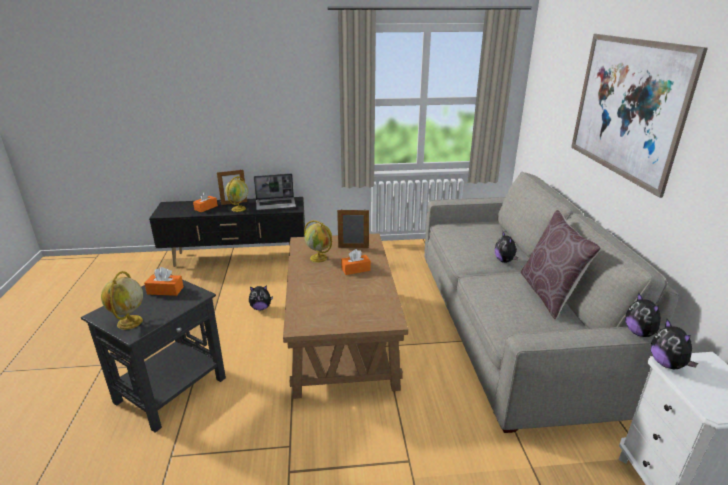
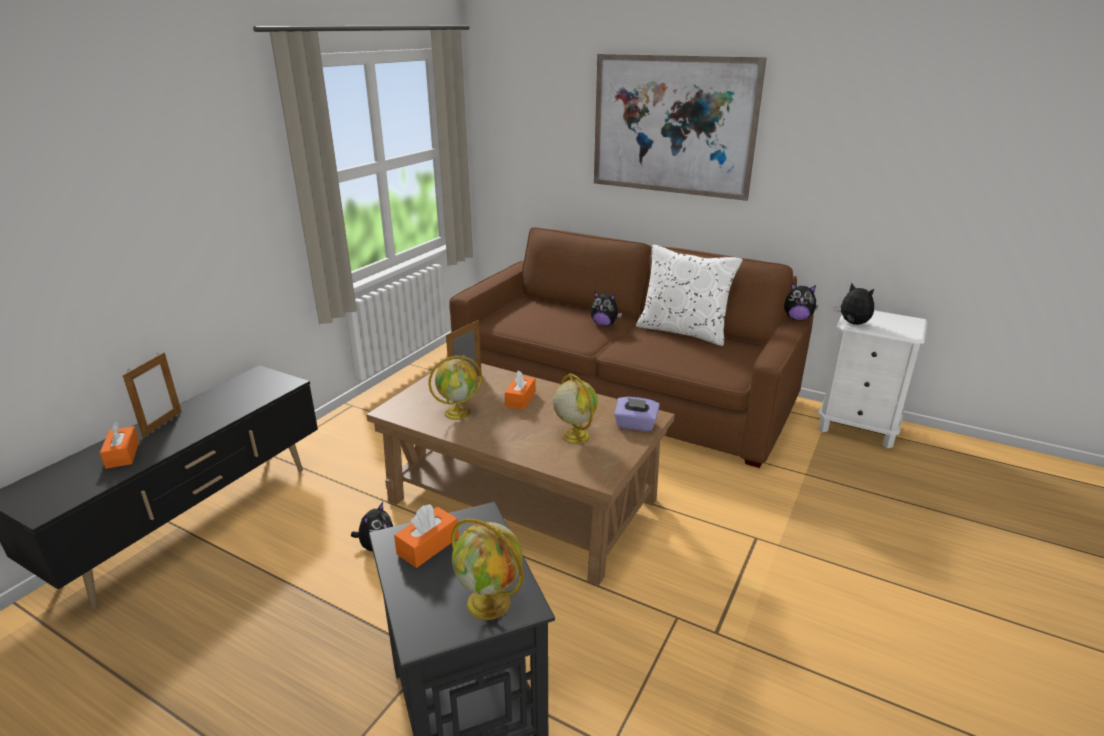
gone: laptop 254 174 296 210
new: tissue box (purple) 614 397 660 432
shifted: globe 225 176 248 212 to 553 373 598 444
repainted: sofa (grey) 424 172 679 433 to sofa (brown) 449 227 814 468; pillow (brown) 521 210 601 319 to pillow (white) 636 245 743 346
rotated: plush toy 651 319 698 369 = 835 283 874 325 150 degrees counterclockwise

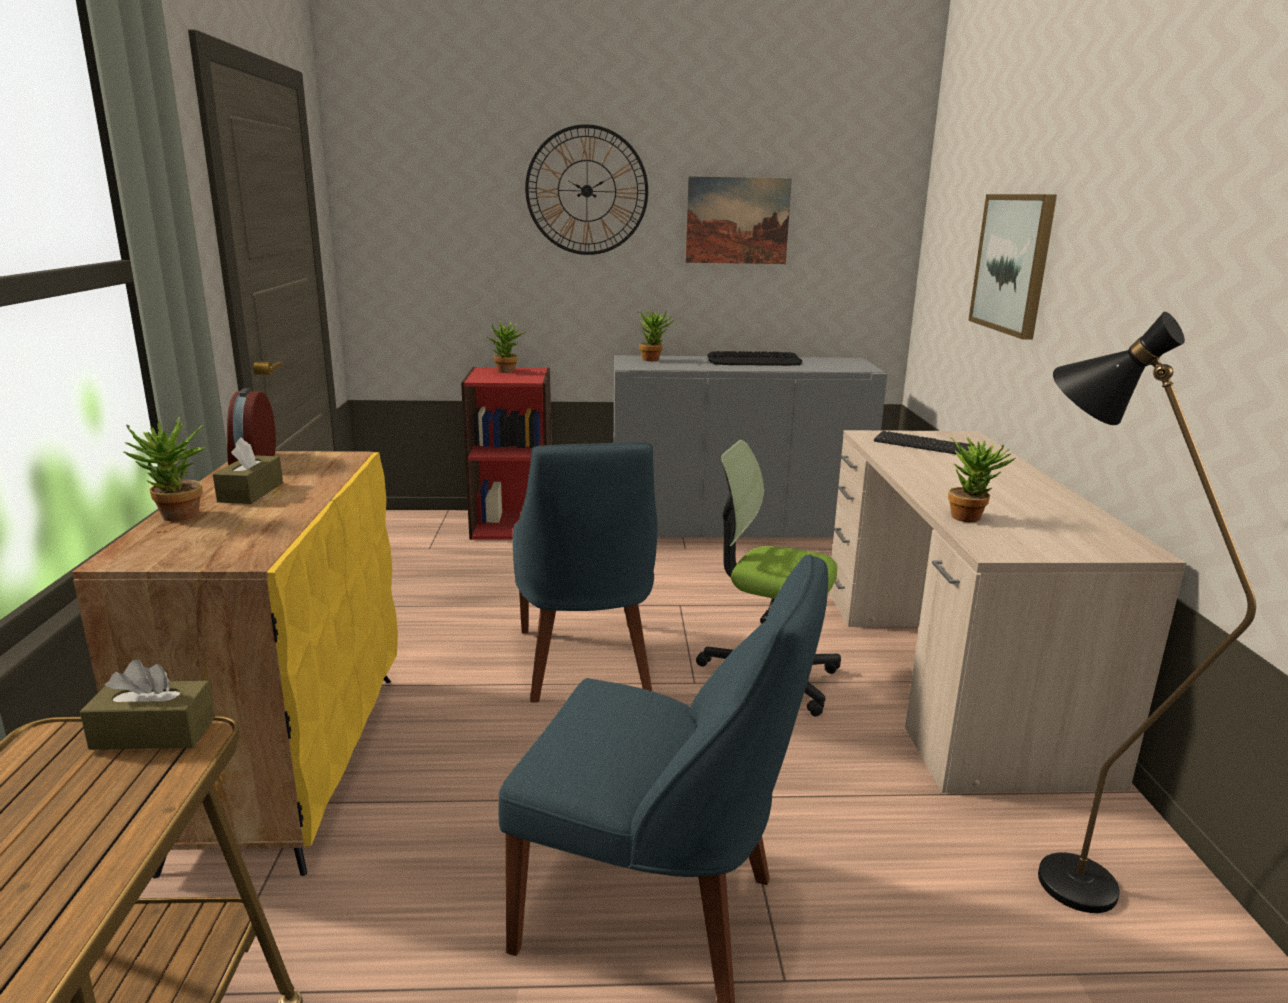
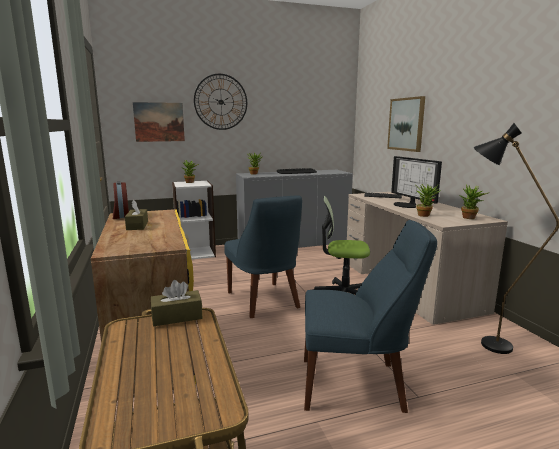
new: monitor 391 156 442 208
shifted: picture 685 176 792 264 to 133 102 185 142; potted plant 123 417 206 522 to 460 185 488 219
repainted: bookcase (red) 461 367 552 540 to bookcase (white) 172 180 216 259

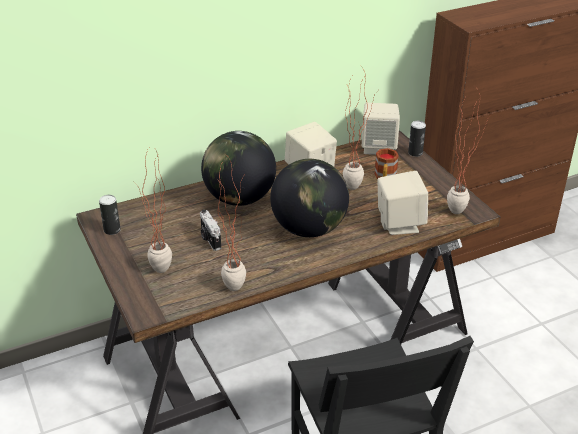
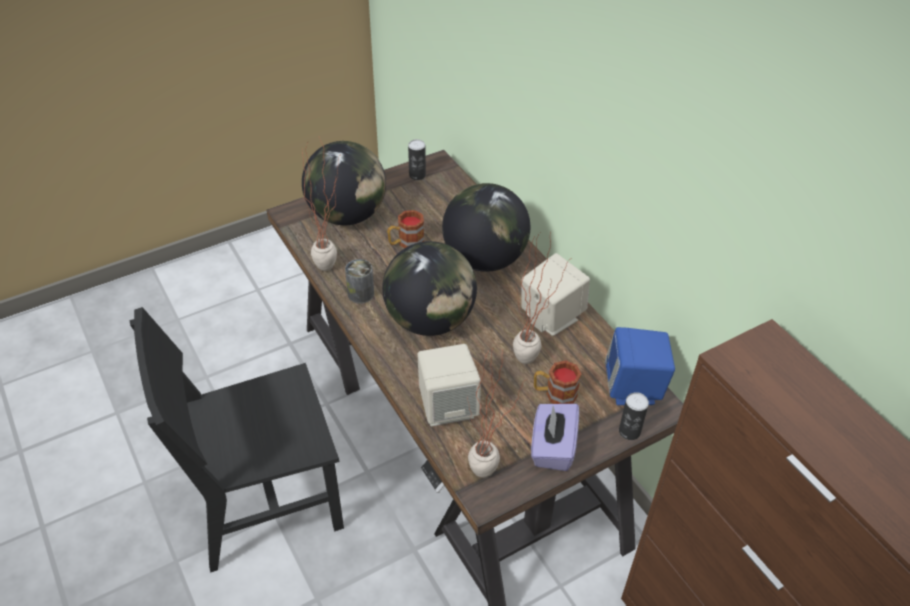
new: can 345 259 374 304; tissue box (purple) 531 404 579 471
swapped: potted plant 133 148 172 273 to globe 302 141 386 225; photo camera 200 210 221 251 to mug 387 210 424 248
repainted: speaker (beige) 362 103 400 155 to speaker (blue) 605 327 675 405

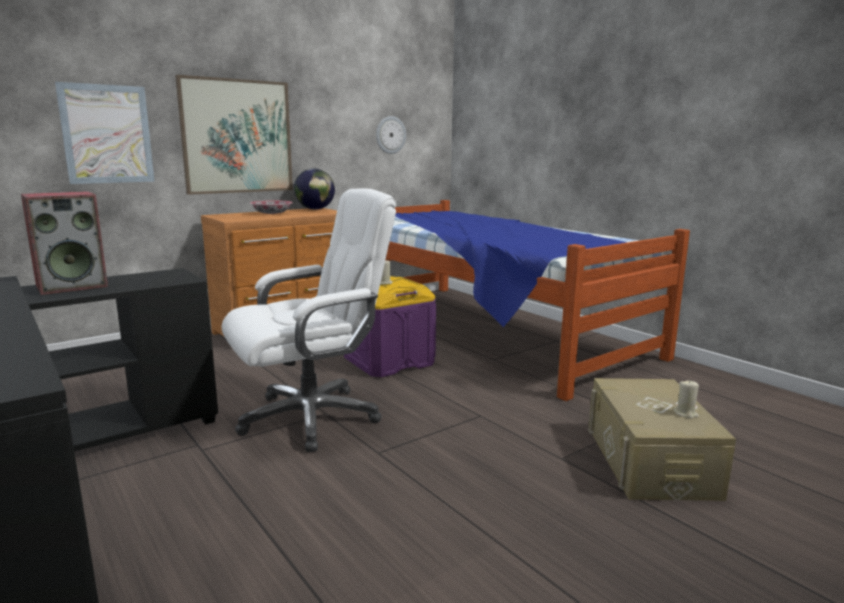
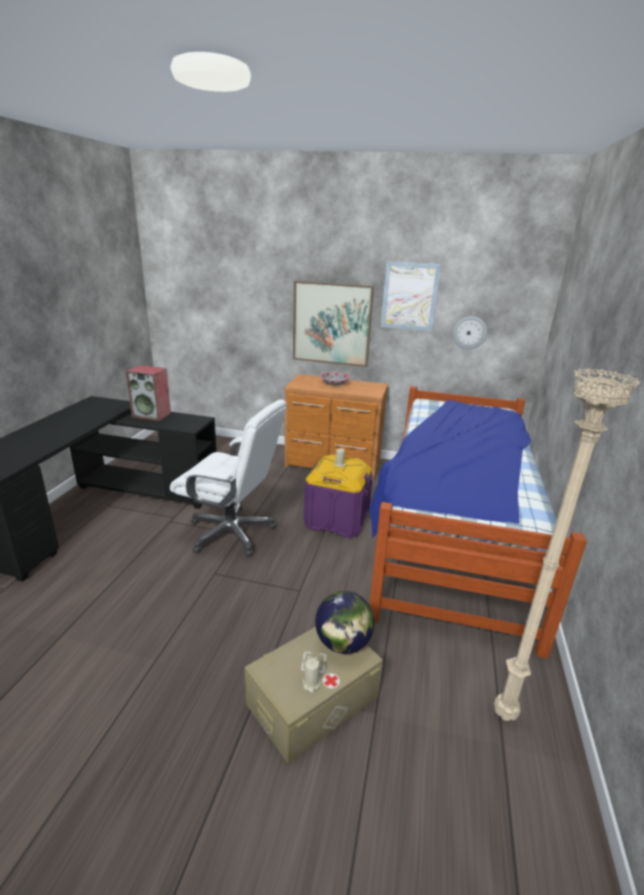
new: floor lamp (beige) 494 368 641 721
shifted: picture 55 82 155 184 to 381 261 441 331; globe 294 168 335 210 to 315 591 375 654

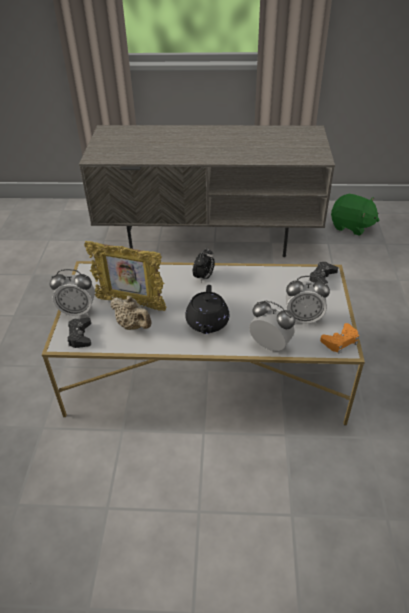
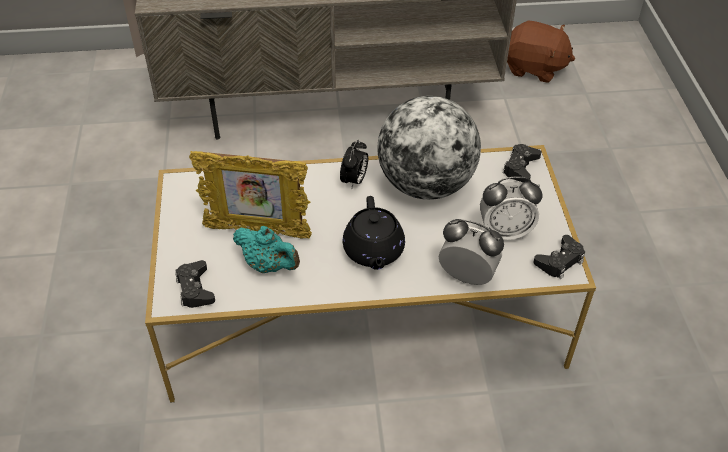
gone: alarm clock 50 269 95 316
new: globe 377 96 481 200
repainted: plush toy (green) 331 194 380 236 to plush toy (brown) 507 20 575 83; teapot (beige) 110 296 152 330 to teapot (turquoise) 233 226 300 273; game controller (orange) 320 323 359 354 to game controller (black) 533 235 585 279

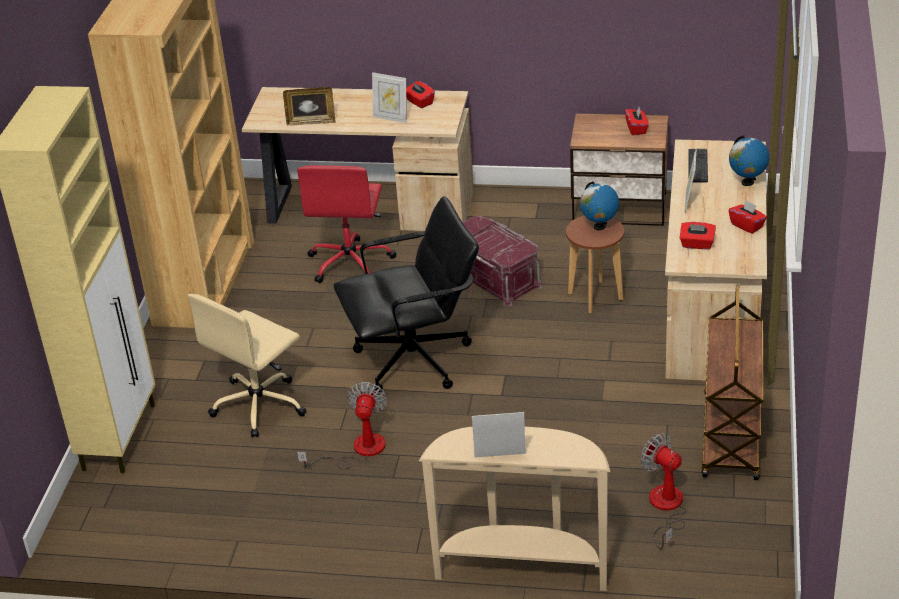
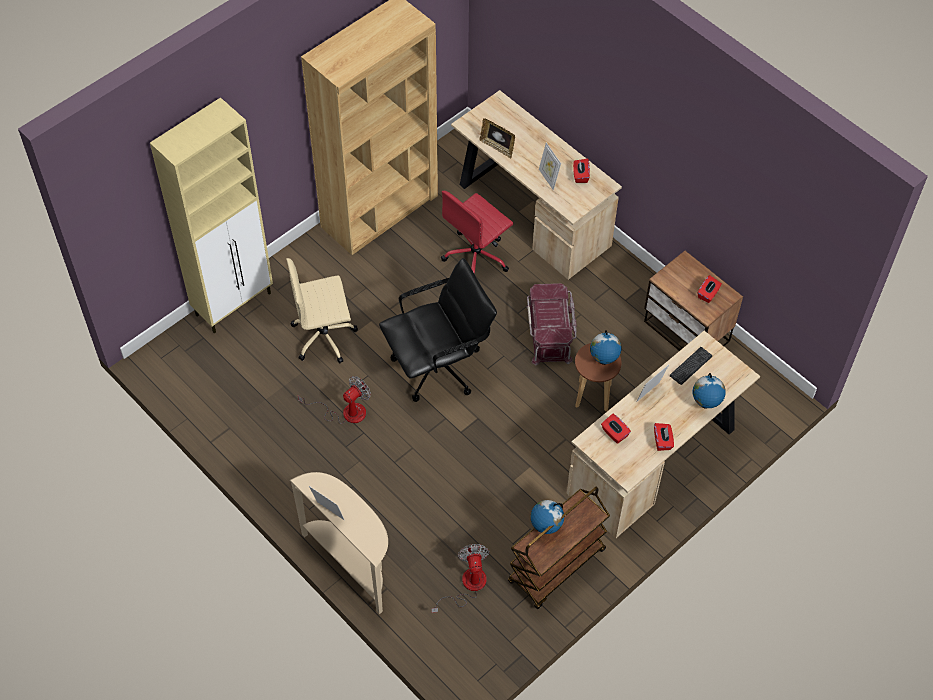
new: globe 530 500 564 534
rotated: office chair (black) 333 196 479 393 = 379 258 497 402 45 degrees counterclockwise

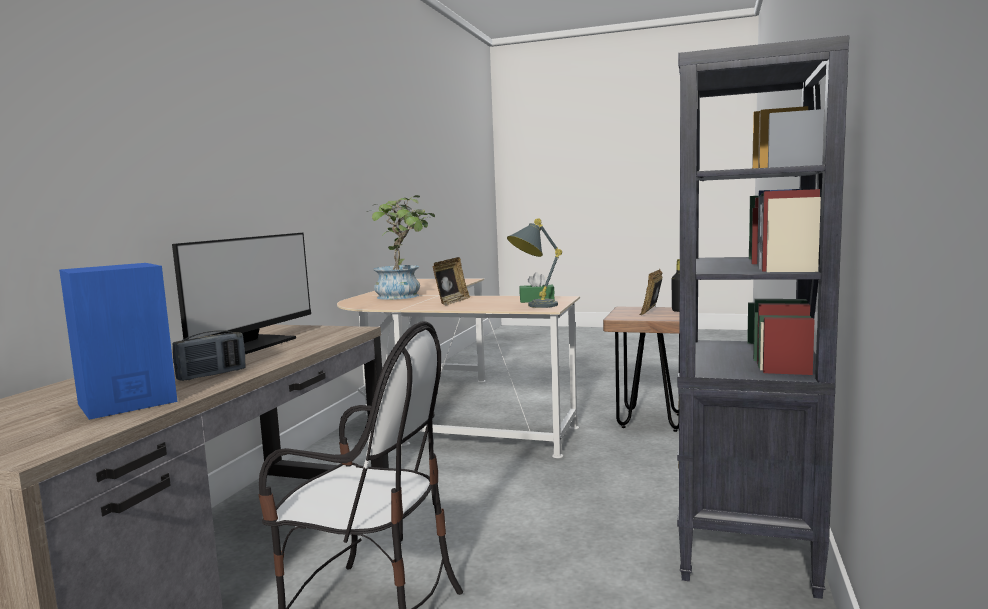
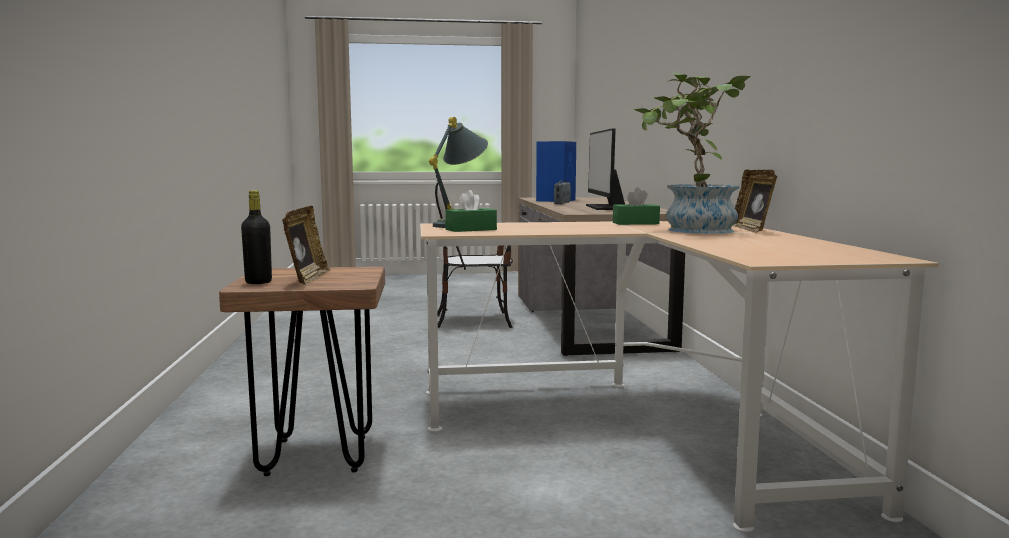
gone: bookcase (black) 677 35 849 599
new: tissue box (green) 613 187 660 225
shifted: picture frame 433 257 470 305 to 733 170 777 233

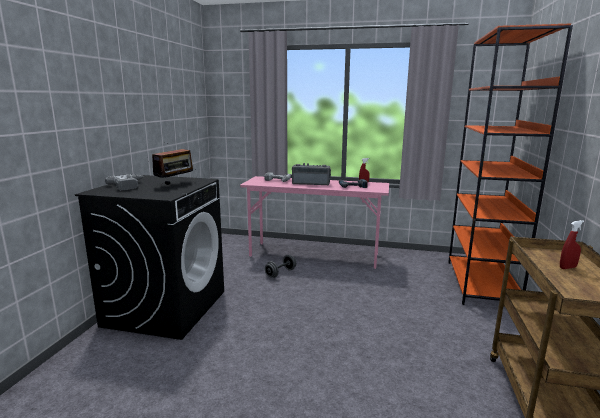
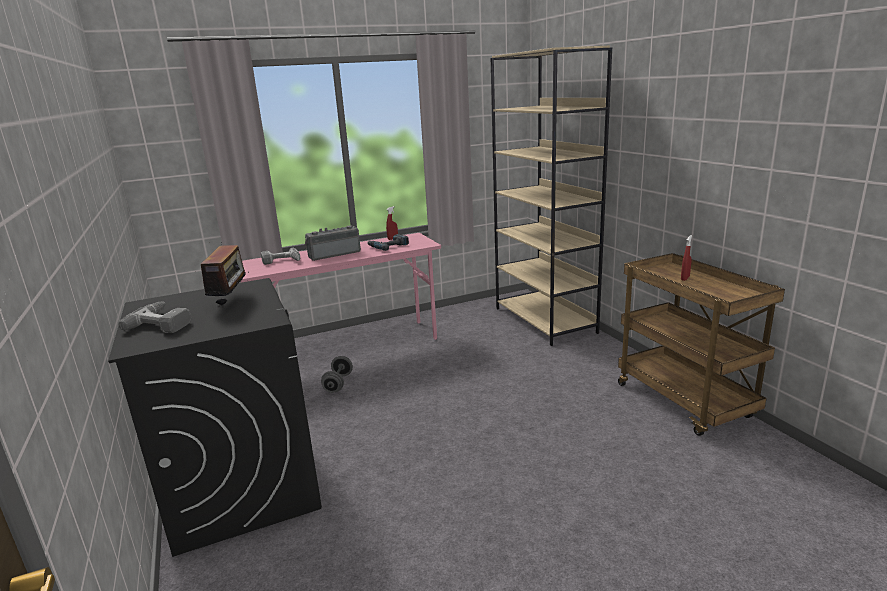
repainted: bookcase (orange) 448 23 573 305 to bookcase (beige) 491 46 612 346

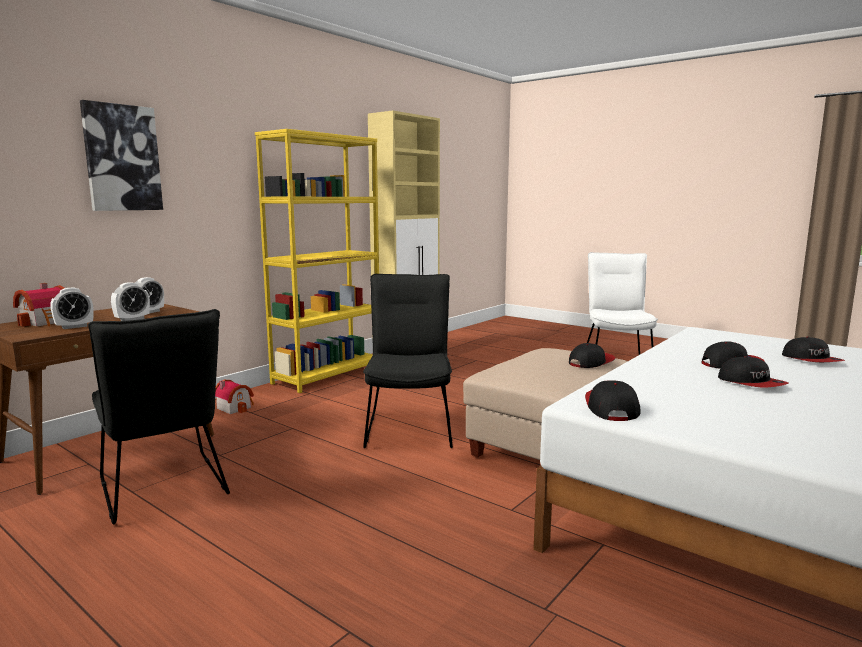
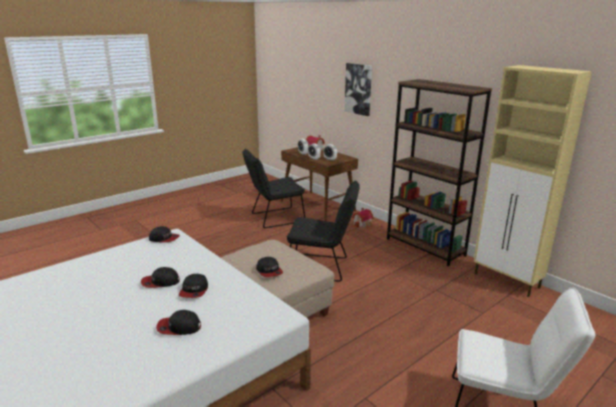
repainted: bookcase (yellow) 255 129 379 393 to bookcase (brown) 387 79 492 266

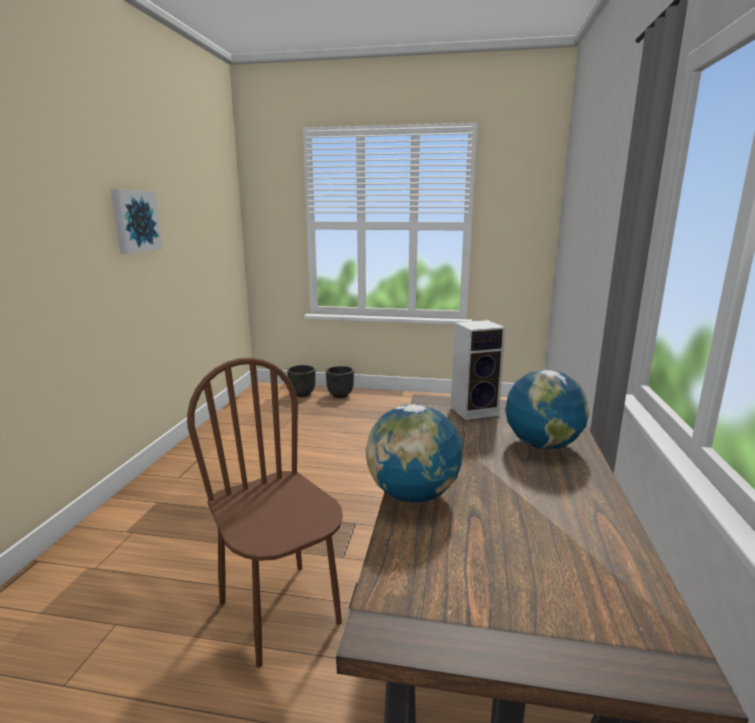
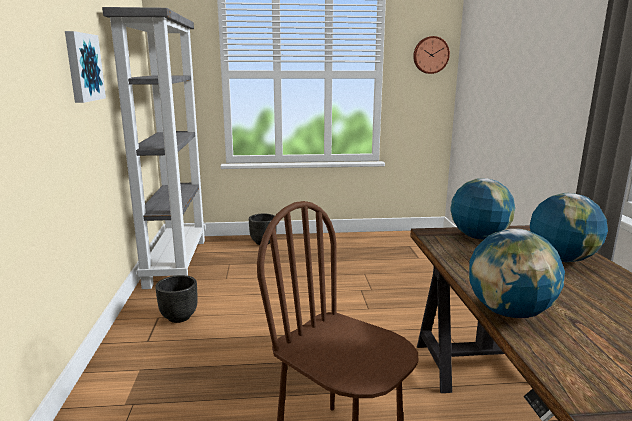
new: bookcase (grey) 102 7 206 289; wall clock 413 36 450 74
shifted: planter (black) 287 365 316 397 to 155 275 197 323
swapped: speaker 451 320 506 420 to globe 450 178 515 240

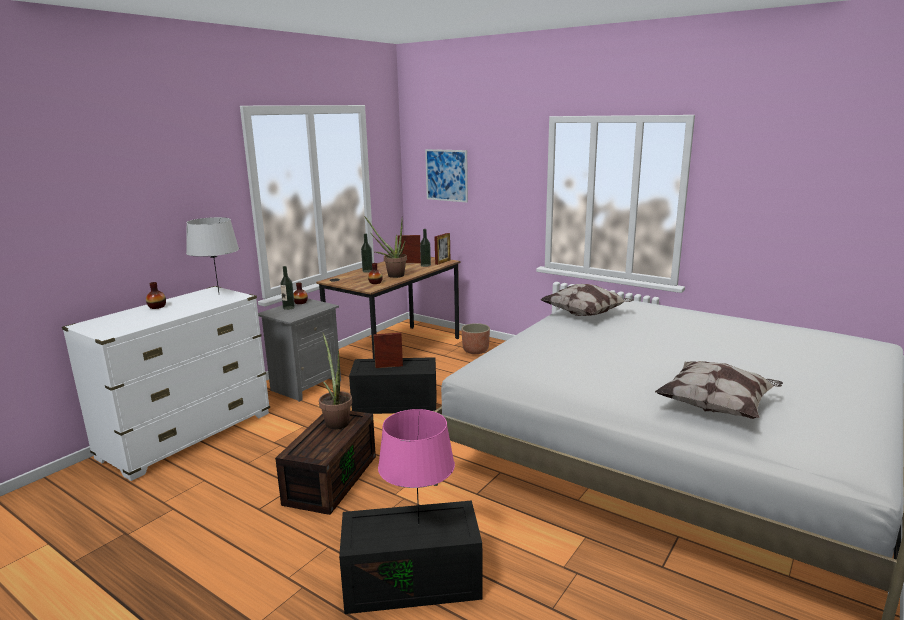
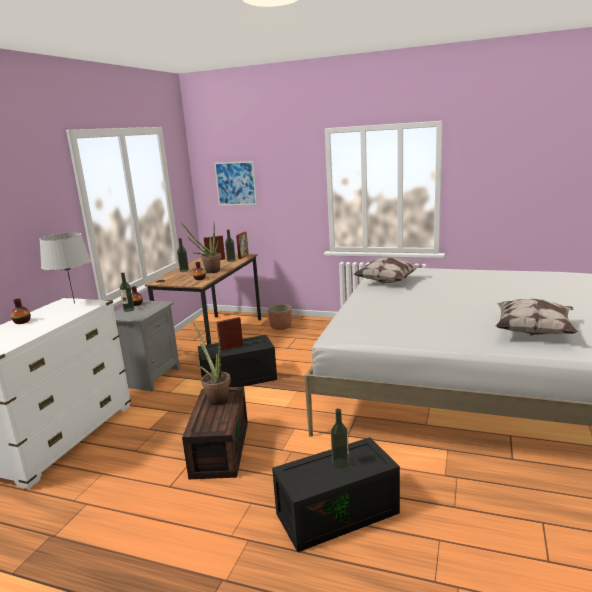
swapped: table lamp (pink) 378 409 455 524 to bottle 331 408 349 469

